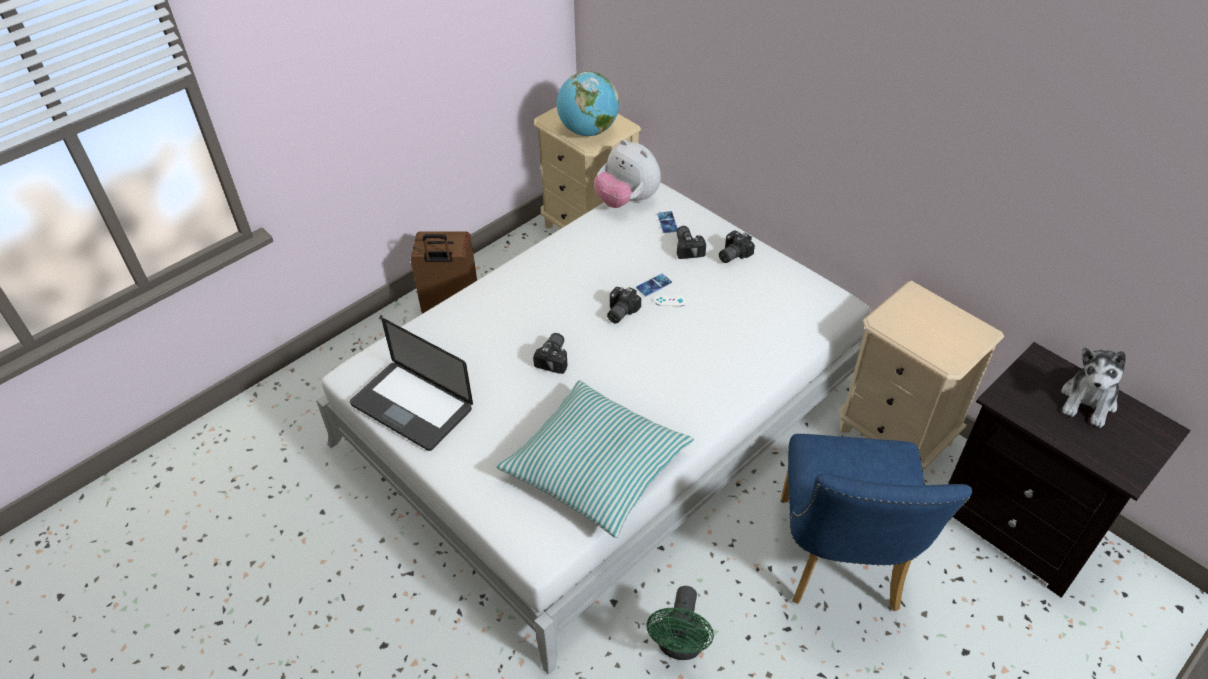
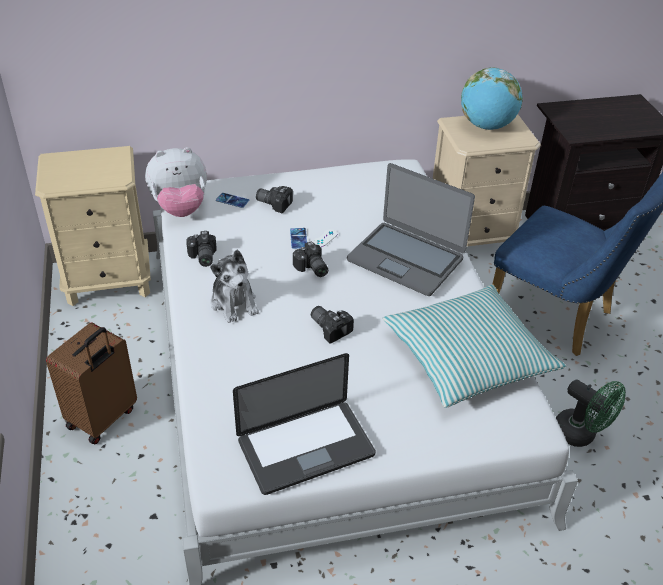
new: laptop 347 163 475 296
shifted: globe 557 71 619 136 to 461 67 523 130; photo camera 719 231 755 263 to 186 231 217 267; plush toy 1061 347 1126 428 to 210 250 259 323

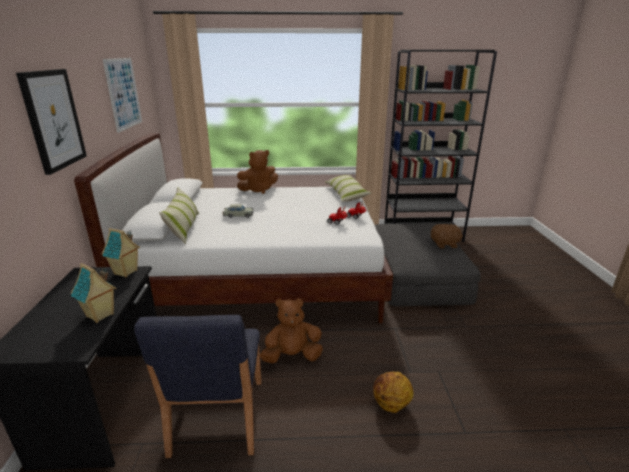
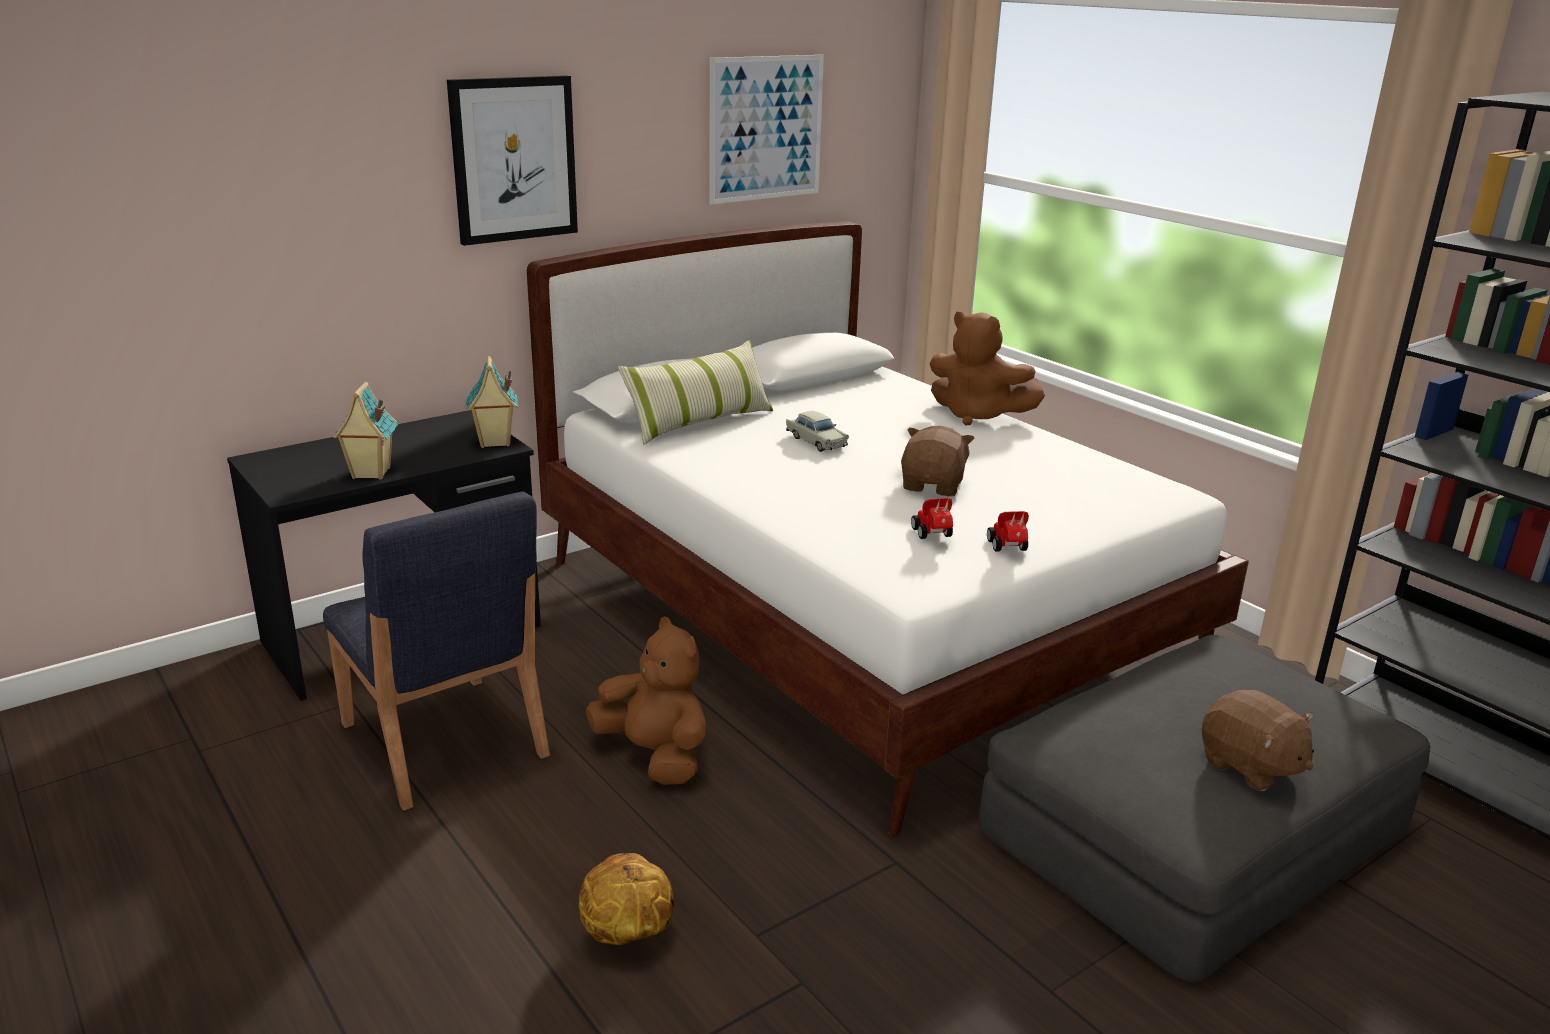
gone: pillow 325 175 372 202
new: plush toy (brown) 901 426 975 496
rotated: chair (blue) 134 315 262 458 = 323 492 550 811 90 degrees counterclockwise

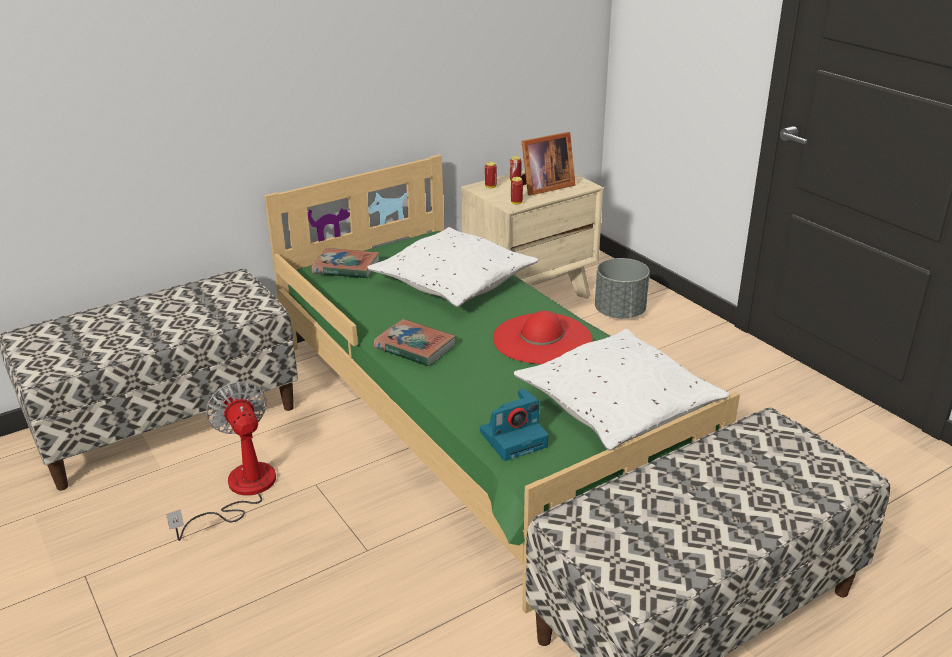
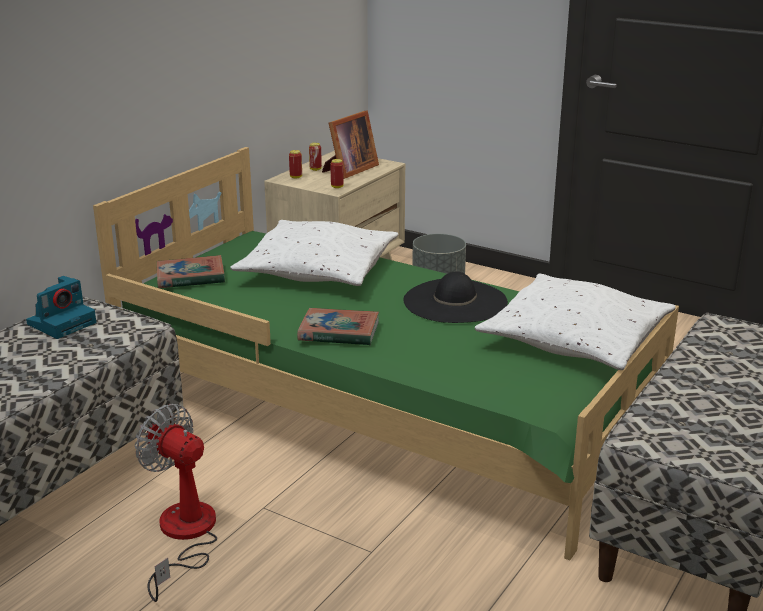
shifted: photo camera 480 389 549 461 to 26 276 96 339
repainted: hat (red) 493 311 592 364 to hat (black) 403 271 508 323

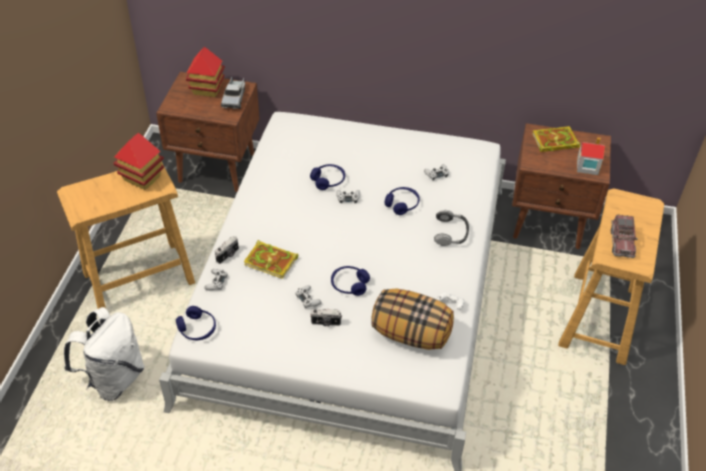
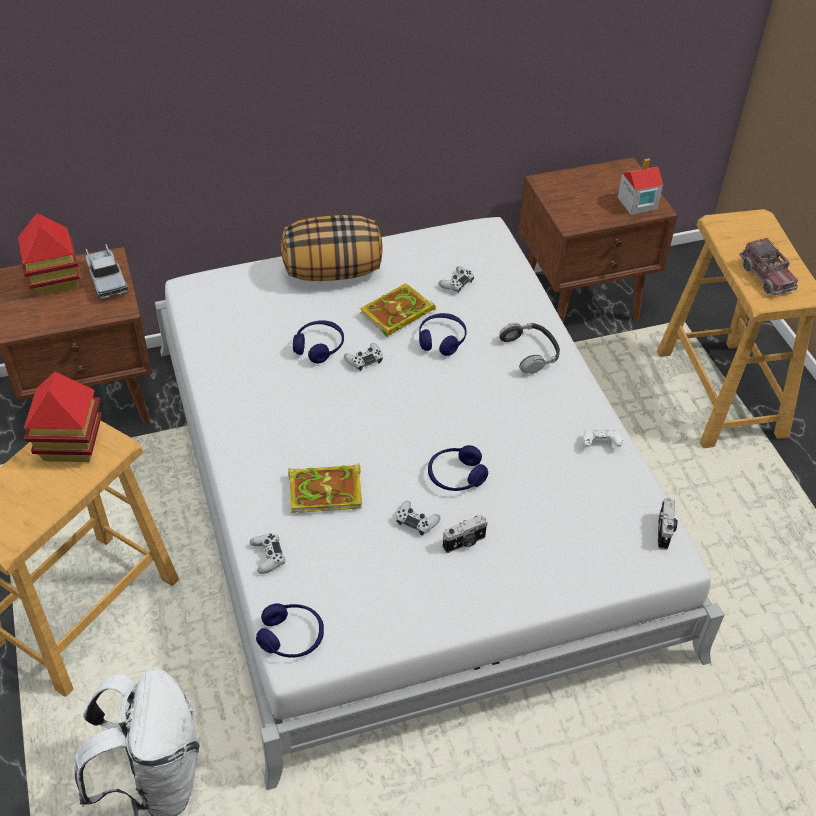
shifted: book 532 126 580 152 to 360 283 436 337; photo camera 215 236 239 264 to 658 497 677 550; pillow 371 289 454 350 to 281 215 383 281

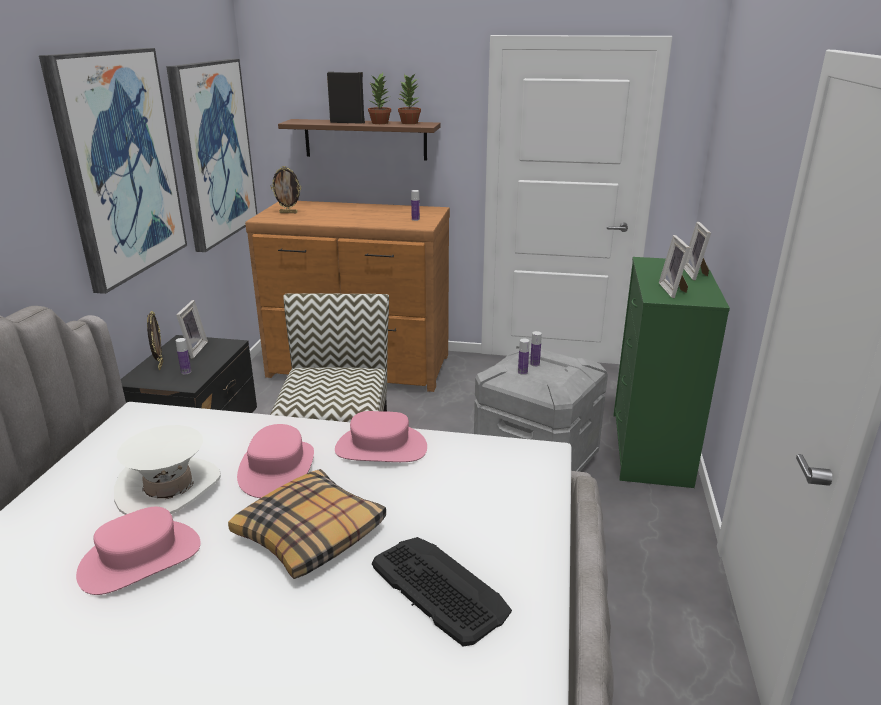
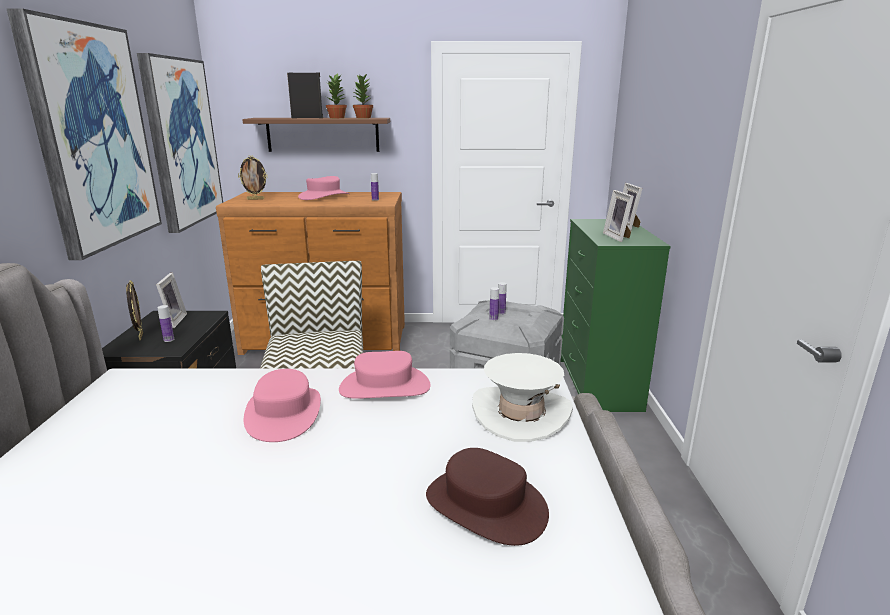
gone: pillow 228 469 386 579
shifted: hat (white) 114 425 221 515 to 472 353 573 442; hat (pink) 76 507 201 595 to 298 176 350 200
swapped: keyboard 372 537 512 647 to hat (brown) 426 448 549 546

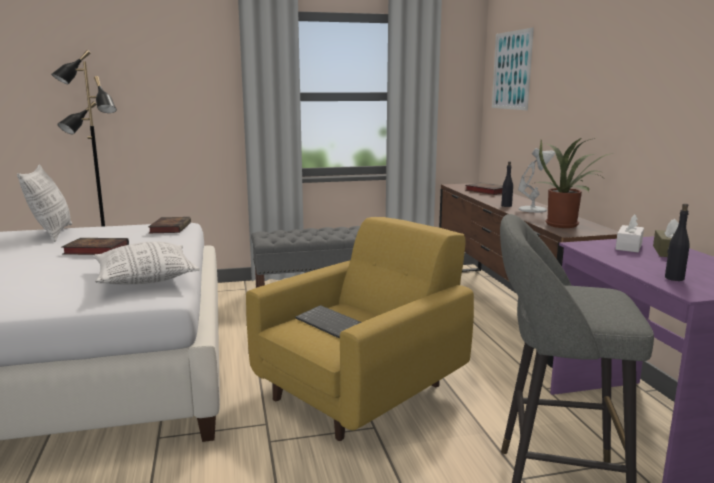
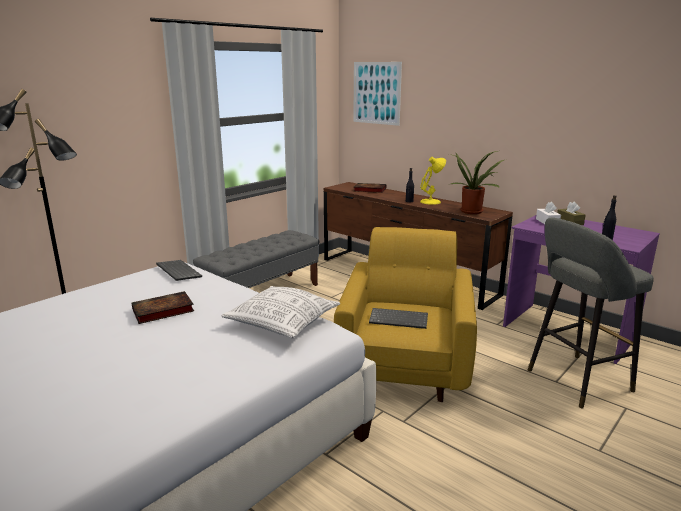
gone: pillow 17 165 72 242
swapped: book 148 217 191 233 to keyboard 156 260 202 281
repainted: table lamp (white) 518 148 556 213 to table lamp (yellow) 420 157 446 205

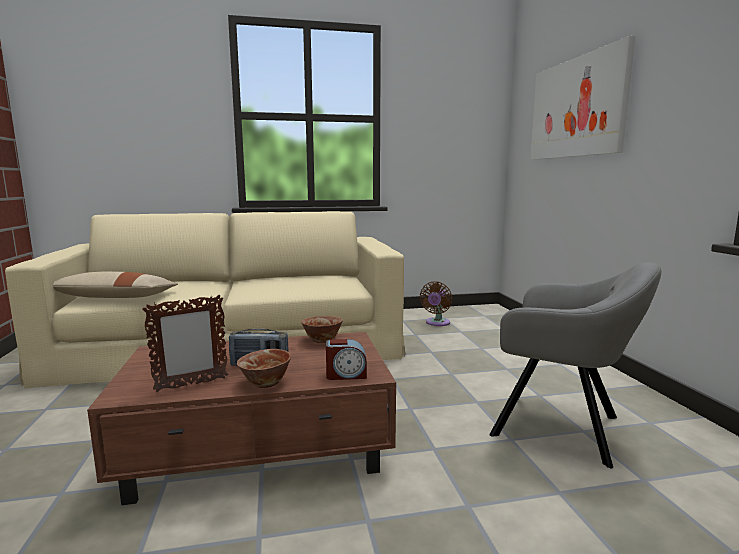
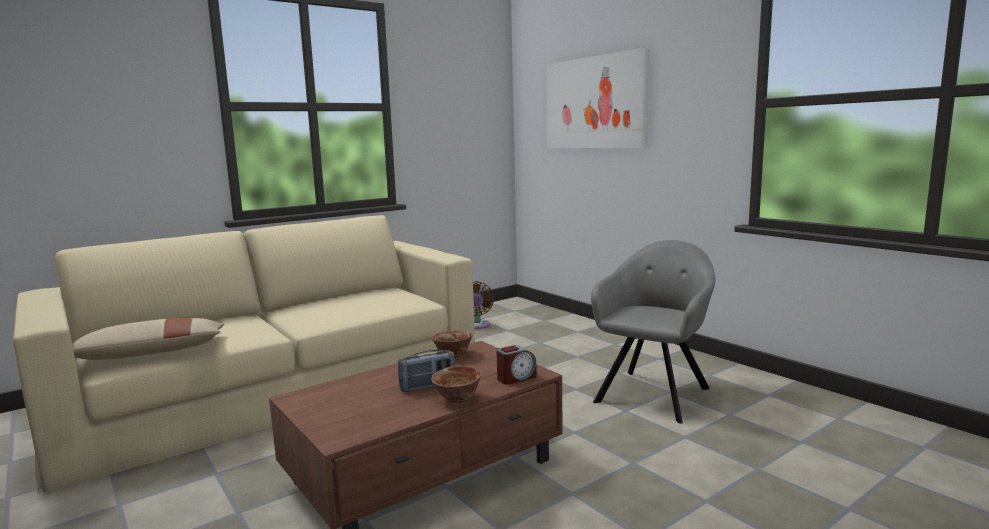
gone: picture frame 142 295 228 392
rotated: armchair (grey) 489 262 661 469 = 591 240 715 424 60 degrees counterclockwise

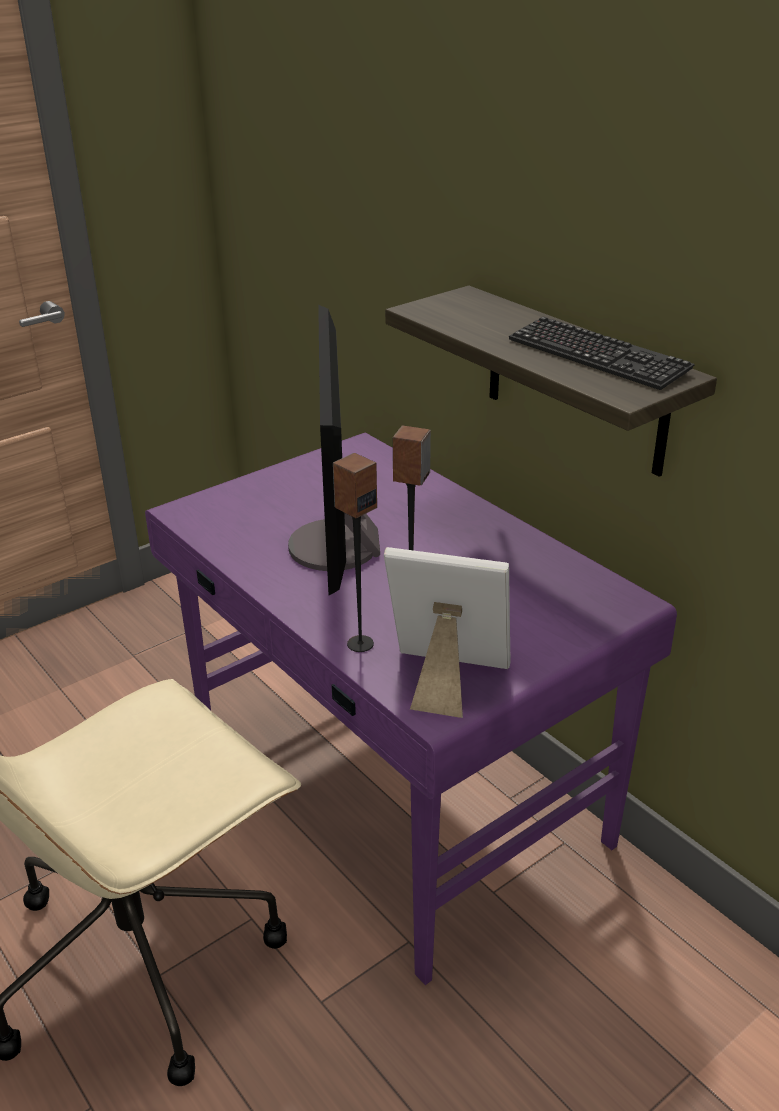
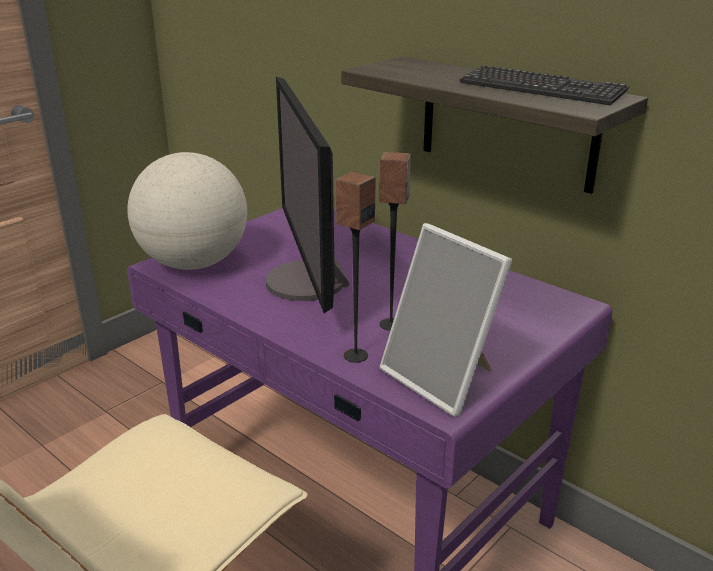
new: globe 127 152 247 270
rotated: picture frame 384 547 510 718 = 379 223 512 416 135 degrees counterclockwise

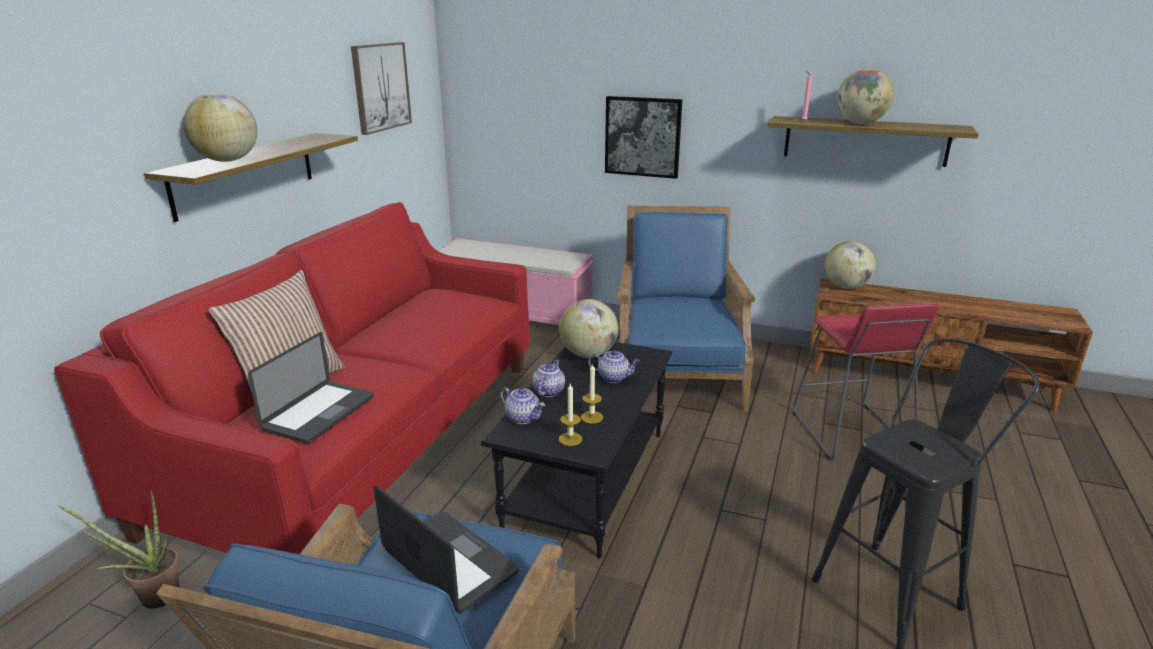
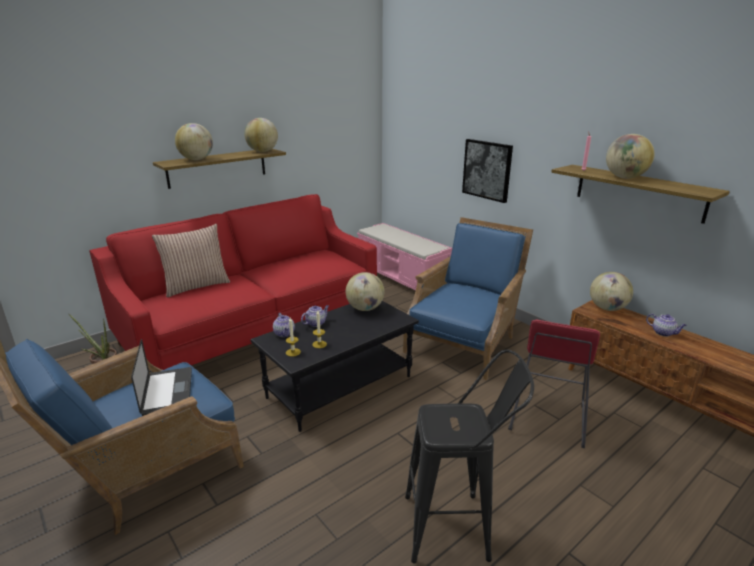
gone: picture 351 42 412 135; laptop 248 332 374 444
new: globe 244 118 278 152
shifted: teapot 588 350 640 383 to 646 314 687 337

